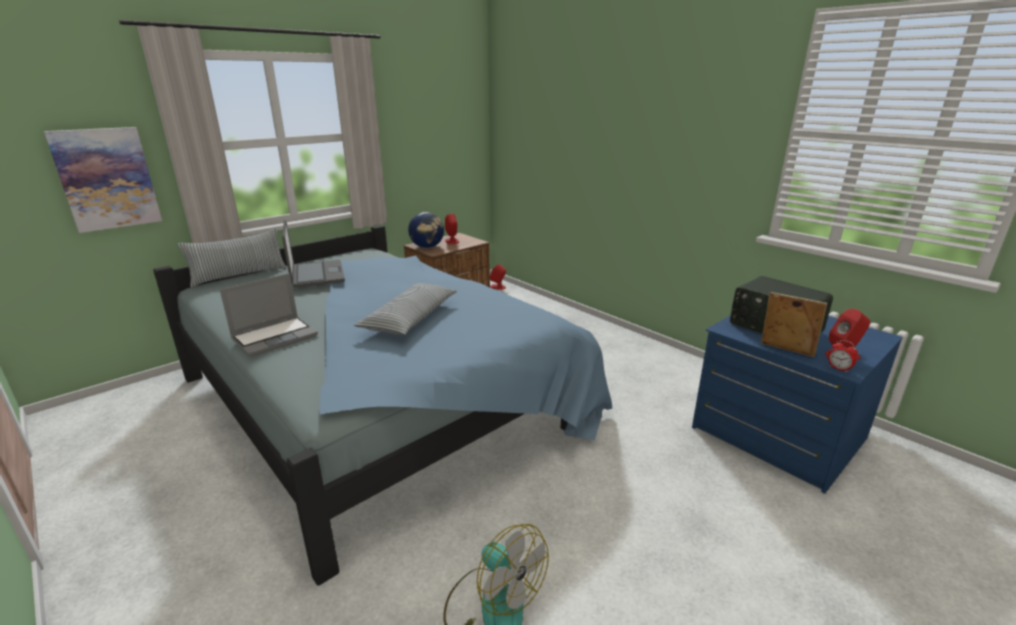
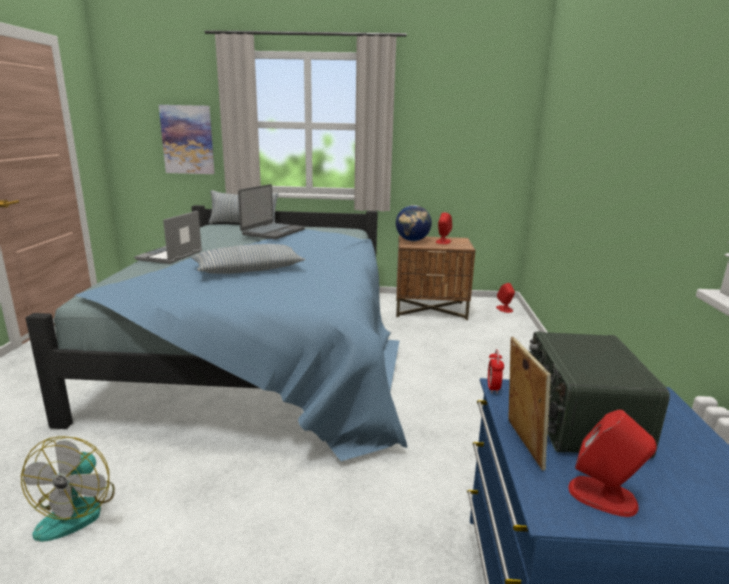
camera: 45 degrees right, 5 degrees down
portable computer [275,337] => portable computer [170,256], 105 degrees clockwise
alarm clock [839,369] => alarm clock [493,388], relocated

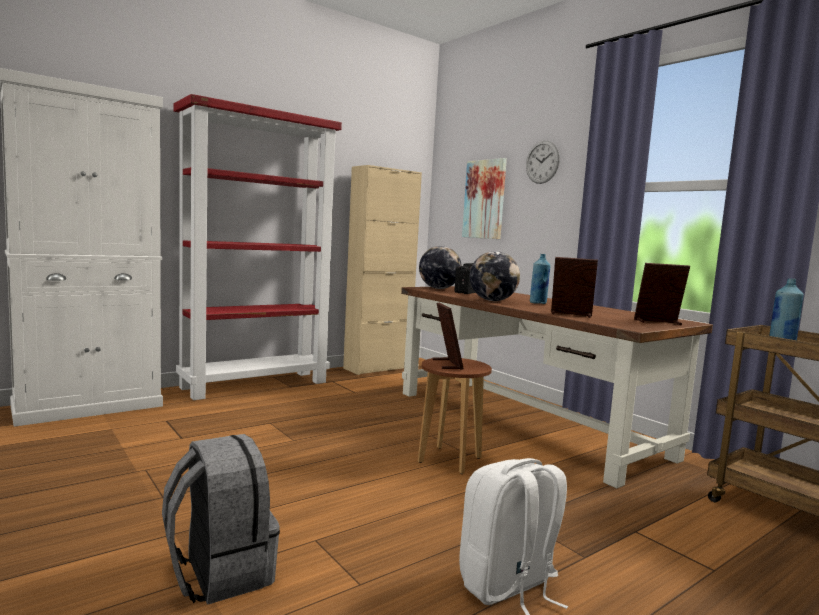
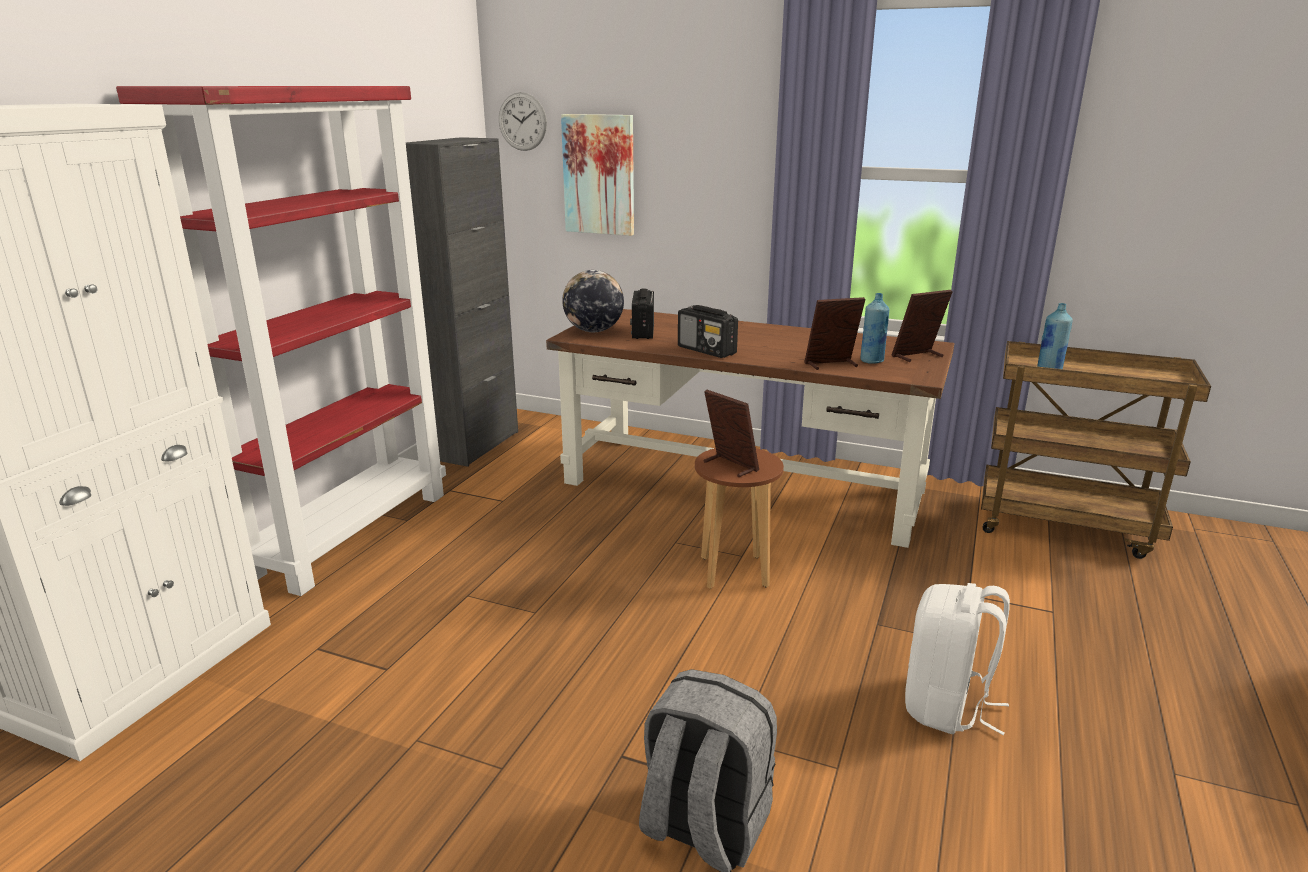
camera: 30 degrees left, 15 degrees up
sand-coloured cupboard [377,368] => black-coloured cupboard [476,445]
wall clock [542,162] => wall clock [522,121], relocated
world globe [492,300] => radio receiver [707,350]
blue-coloured drink bottle [538,303] => blue-coloured drink bottle [872,361], relocated

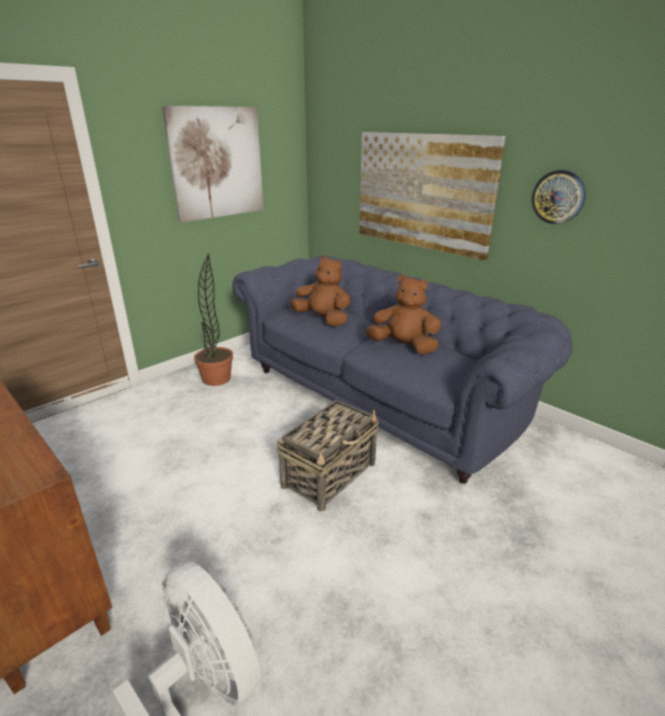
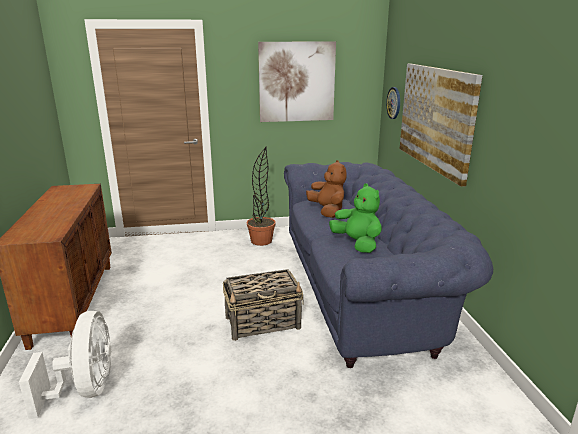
camera: 35 degrees right, 5 degrees down
brown-coloured plush toy [404,347] => green plush toy [357,244]
wall clock [558,197] => wall clock [394,103], relocated

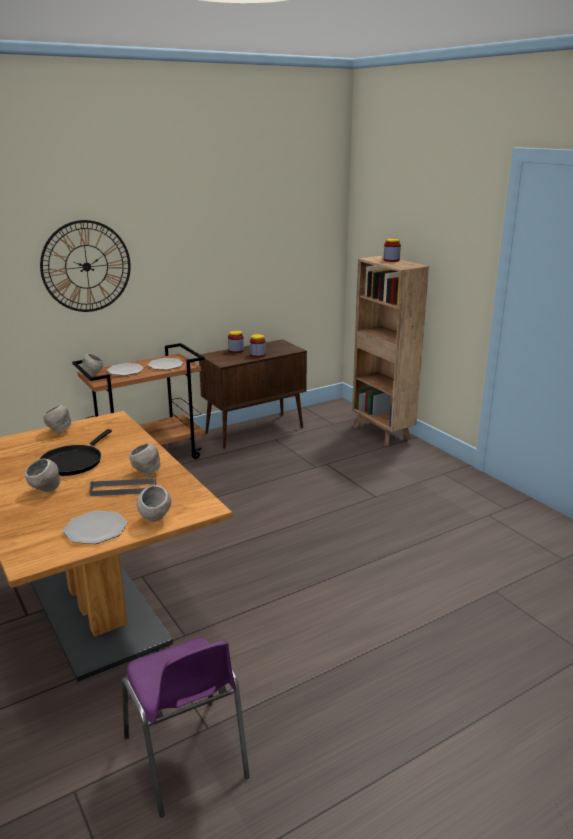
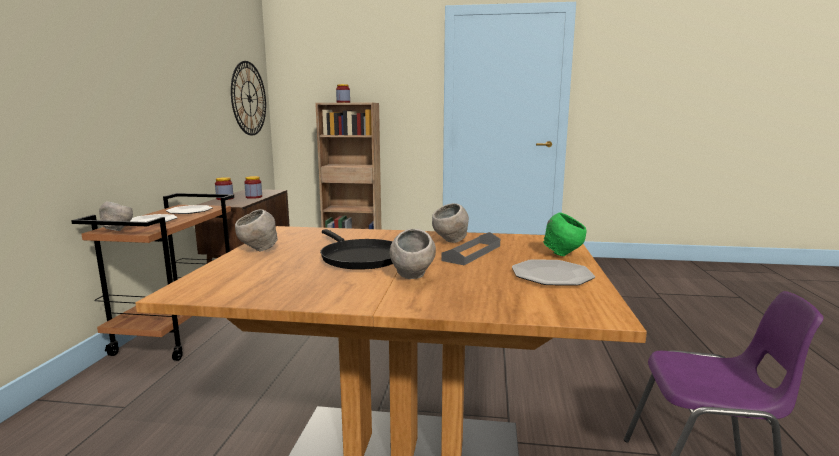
camera: 50 degrees left, 10 degrees down
wall clock [86,266] => wall clock [249,98], relocated
grey deep dish [155,520] => green deep dish [563,255]

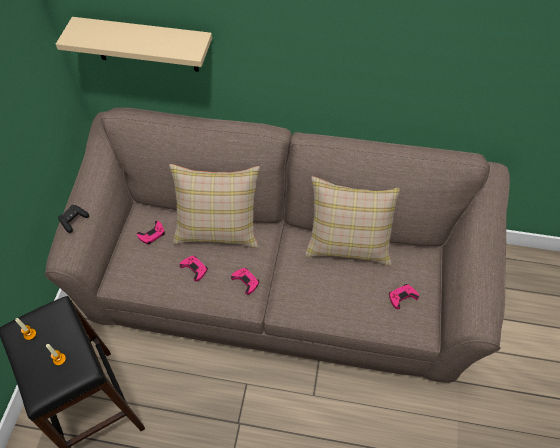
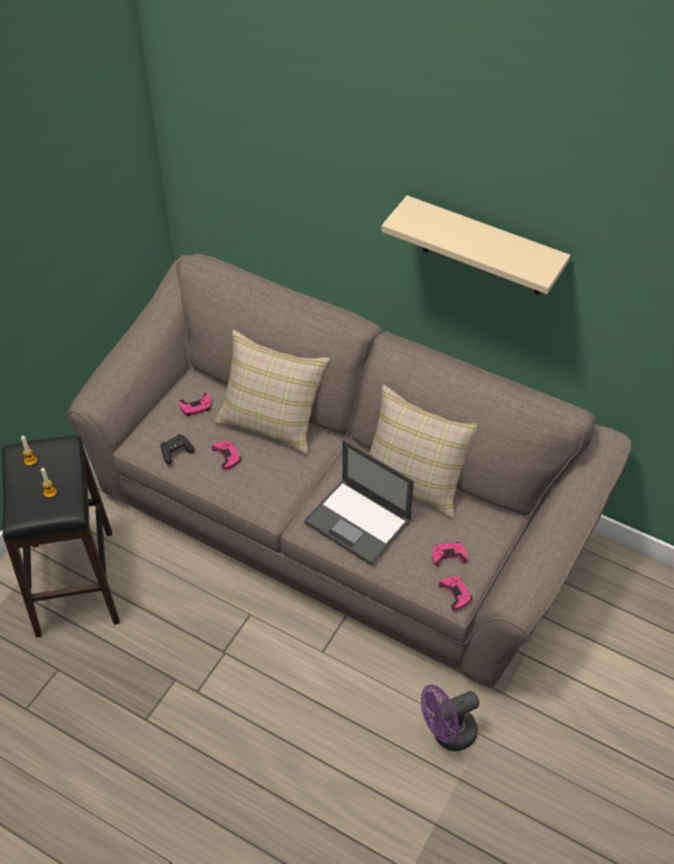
camera: 20 degrees right, 5 degrees down
black-coloured gamepad [74,220] => black-coloured gamepad [176,452], relocated
nothing => portable computer [359,522]
sand-coloured shelf [145,45] => sand-coloured shelf [483,247], relocated
nothing => purple electric fan [447,734]
pink-coloured gamepad [246,281] => pink-coloured gamepad [455,594], relocated

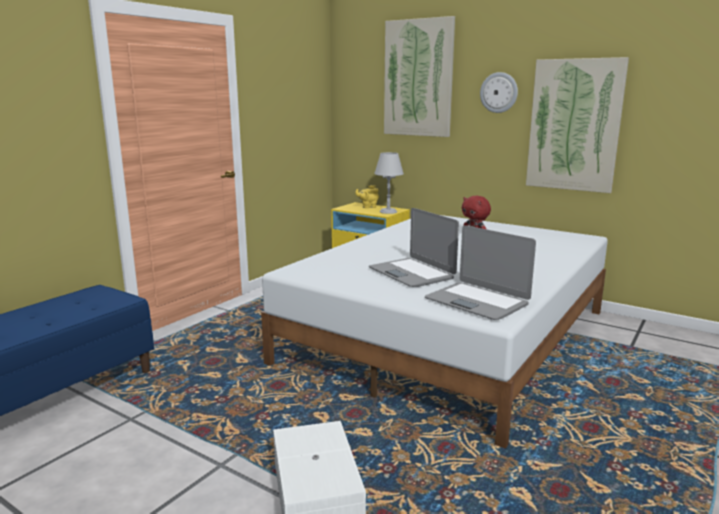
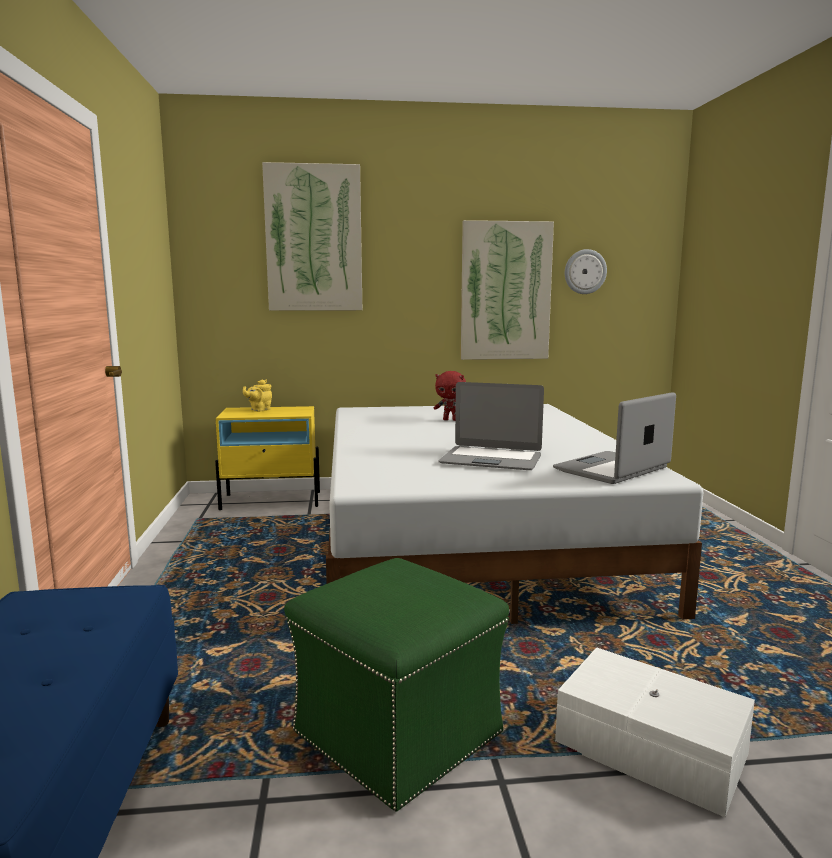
camera: 40 degrees left, 5 degrees down
nothing => green footrest [396,732]
portable computer [477,302] => portable computer [612,469], 135 degrees clockwise
wall clock [499,92] => wall clock [585,271], relocated
grey table lamp [388,212] => nothing

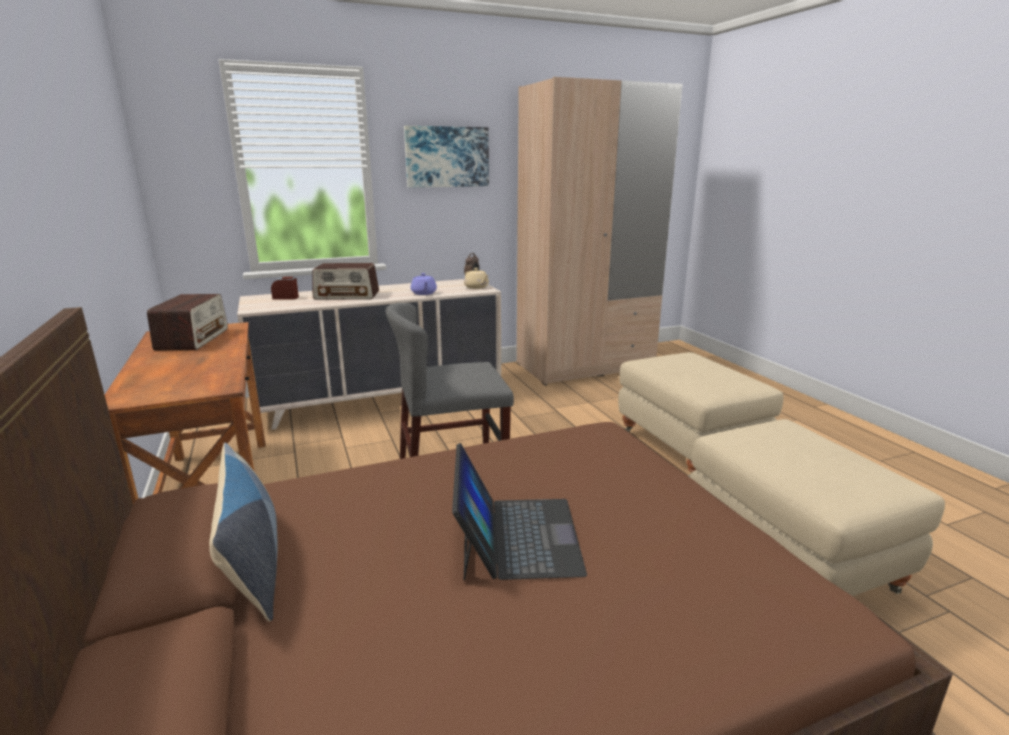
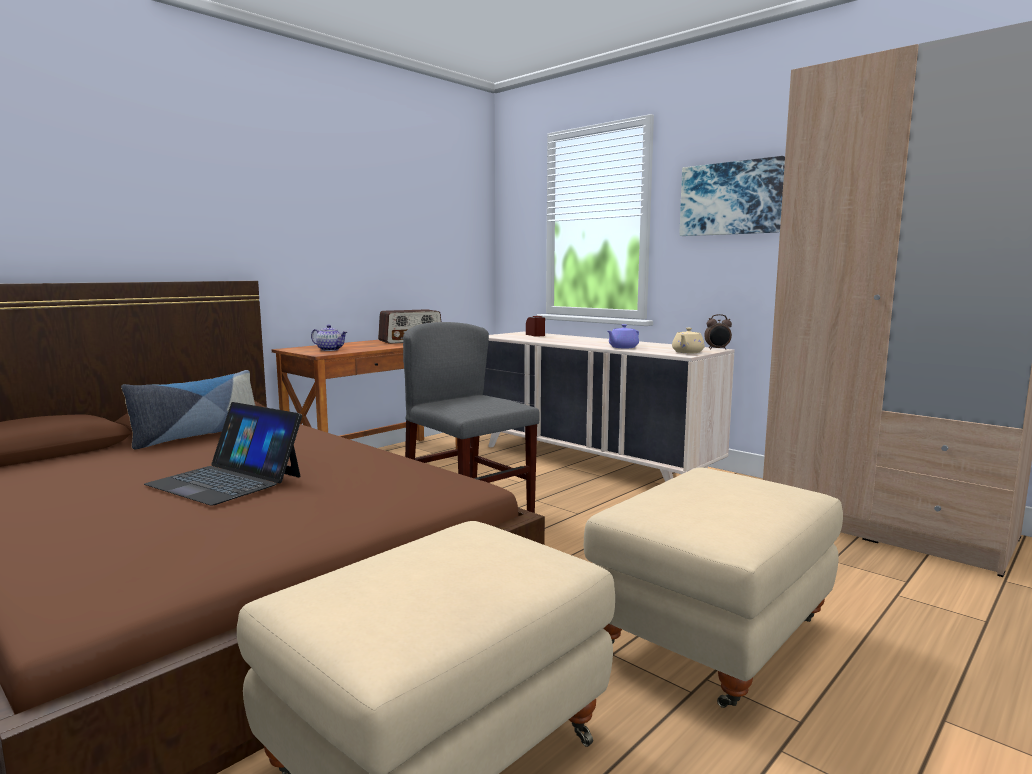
camera: 65 degrees right, 10 degrees down
portable computer [516,536] => portable computer [226,480], 60 degrees clockwise
nothing => pot for tea [330,349]
radio receiver [347,296] => nothing

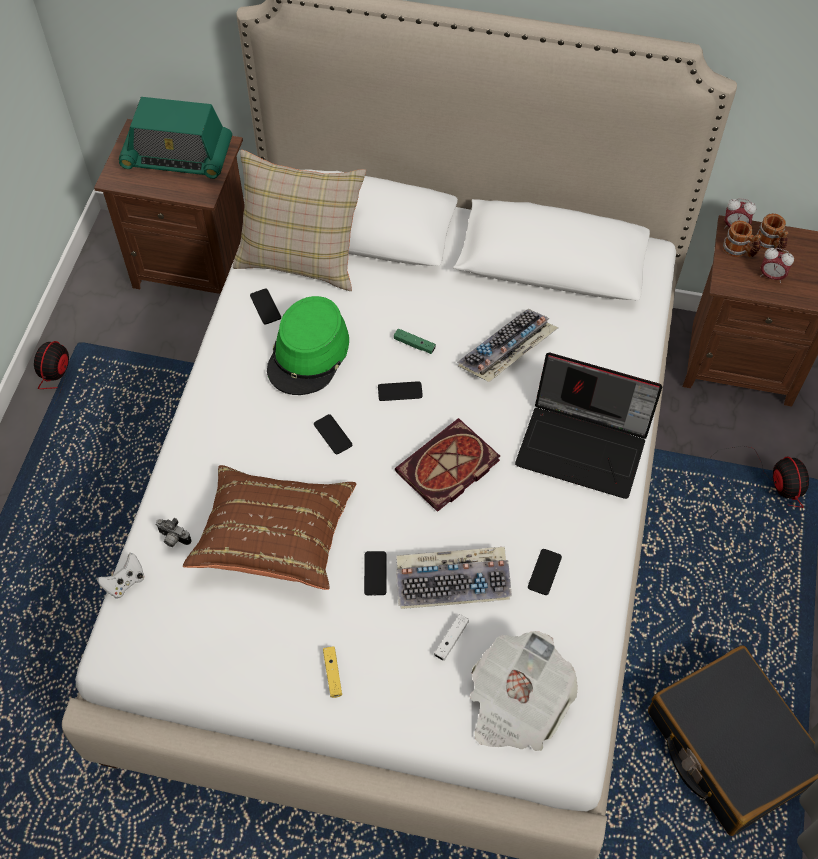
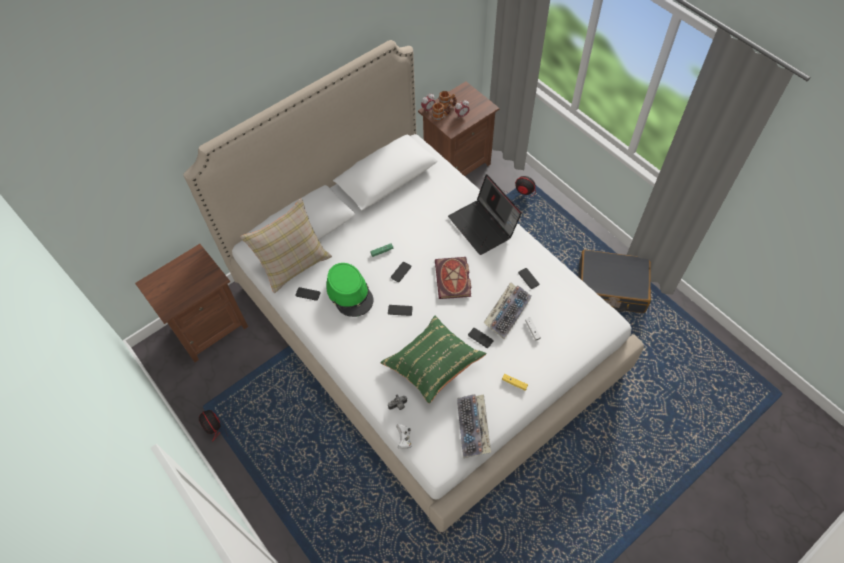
camera: 50 degrees left, 0 degrees up
brown-coloured cushion [275,538] => green cushion [433,365]
portable computer [585,445] => portable computer [483,226], 90 degrees clockwise
computer keyboard [506,353] => computer keyboard [473,428], relocated
radio receiver [177,156] => nothing
printed paper [516,704] => nothing

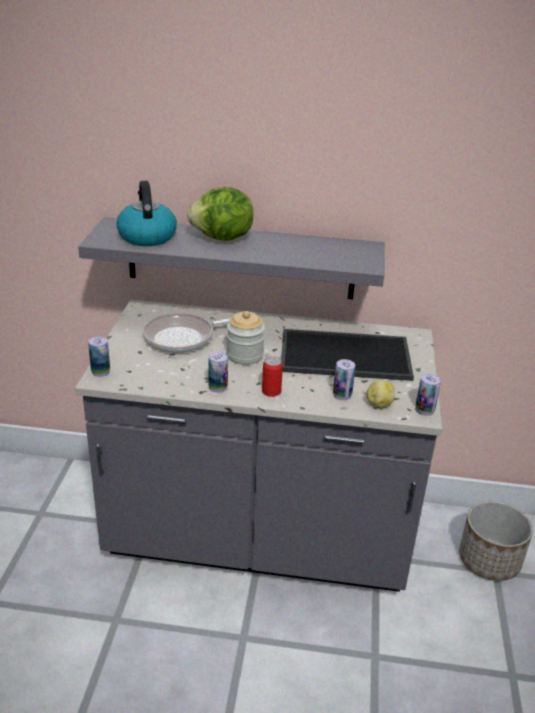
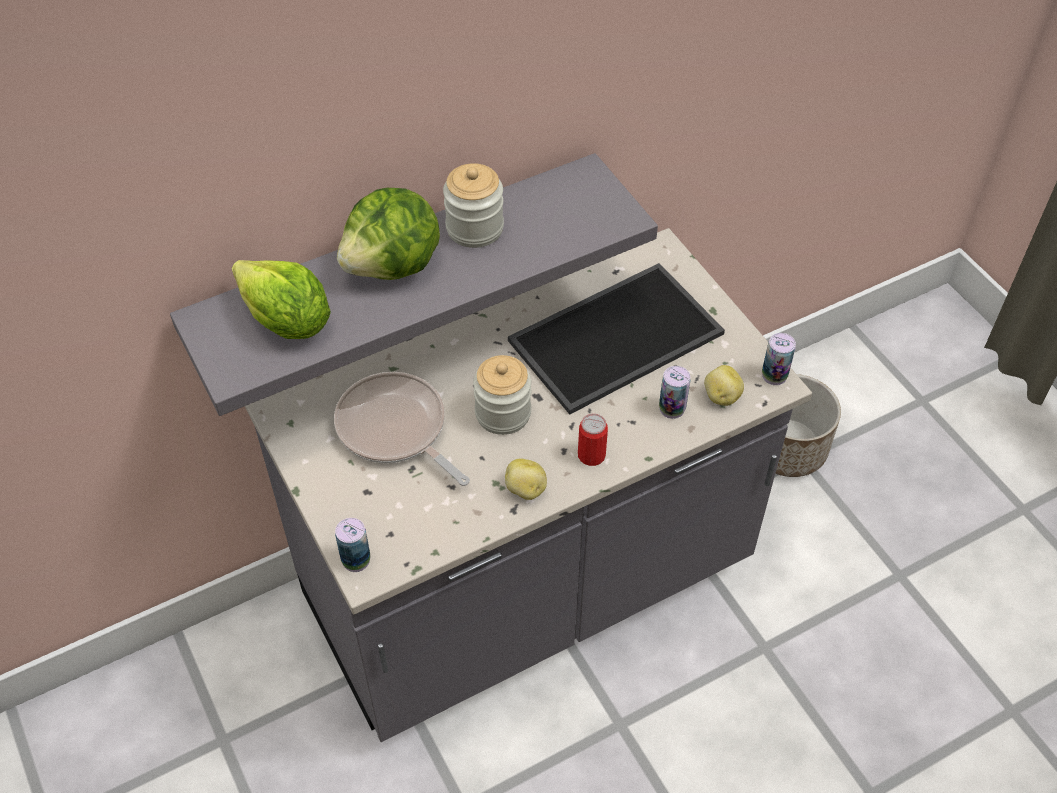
camera: 35 degrees left, 20 degrees up
water kettle [147,236] => head of lettuce [287,322]
pan [183,338] => pan [395,430], 105 degrees clockwise
nothing => jar [474,228]
sealed can [218,387] => whole potato [525,490]

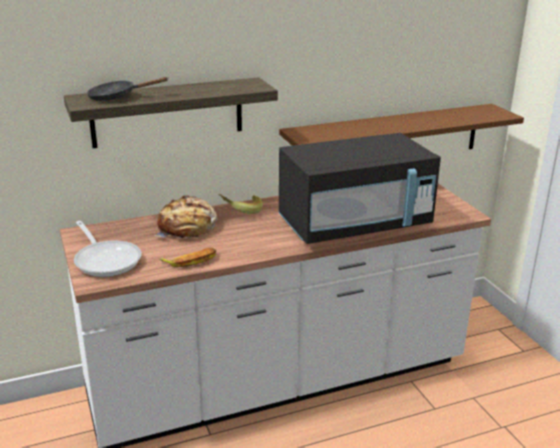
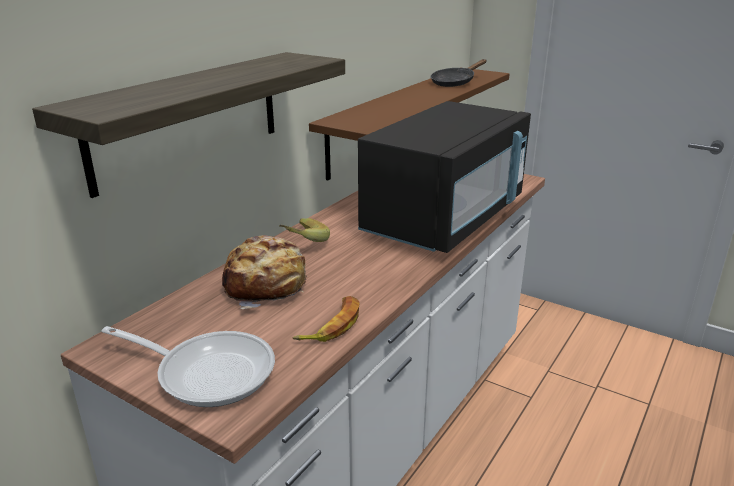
camera: 35 degrees left, 0 degrees up
black-coloured pan [117,97] => black-coloured pan [455,83], relocated

